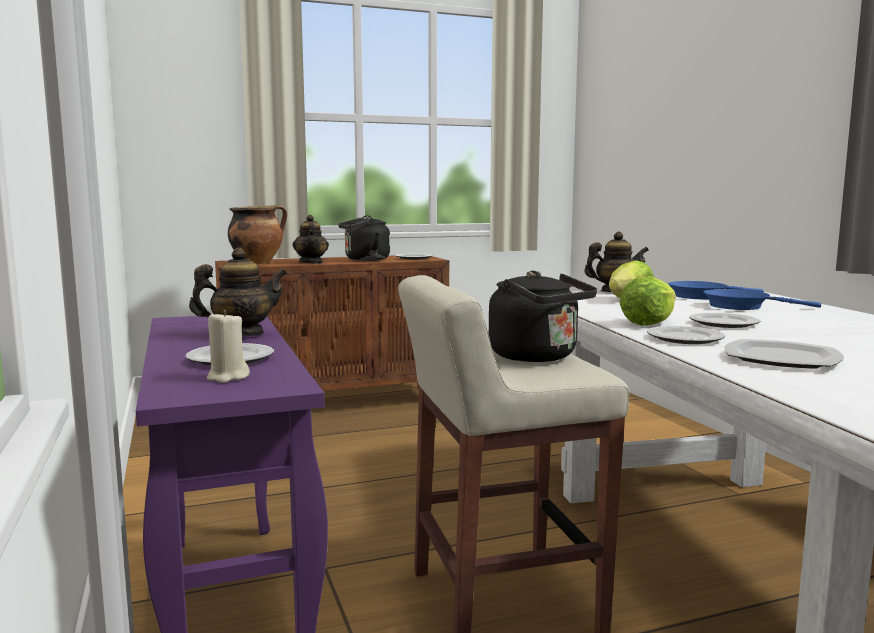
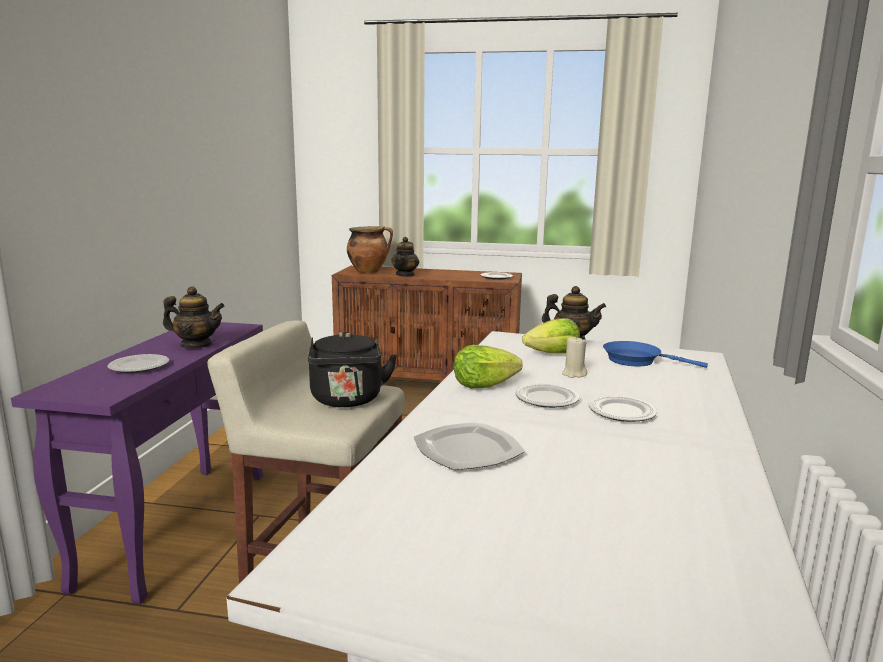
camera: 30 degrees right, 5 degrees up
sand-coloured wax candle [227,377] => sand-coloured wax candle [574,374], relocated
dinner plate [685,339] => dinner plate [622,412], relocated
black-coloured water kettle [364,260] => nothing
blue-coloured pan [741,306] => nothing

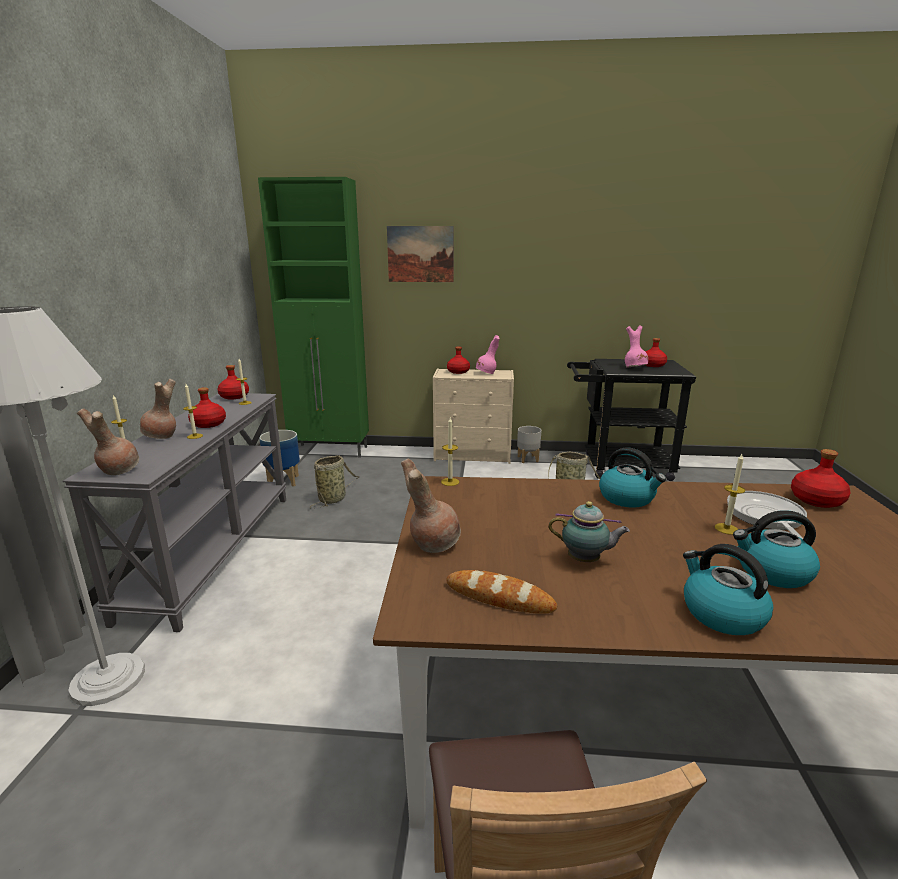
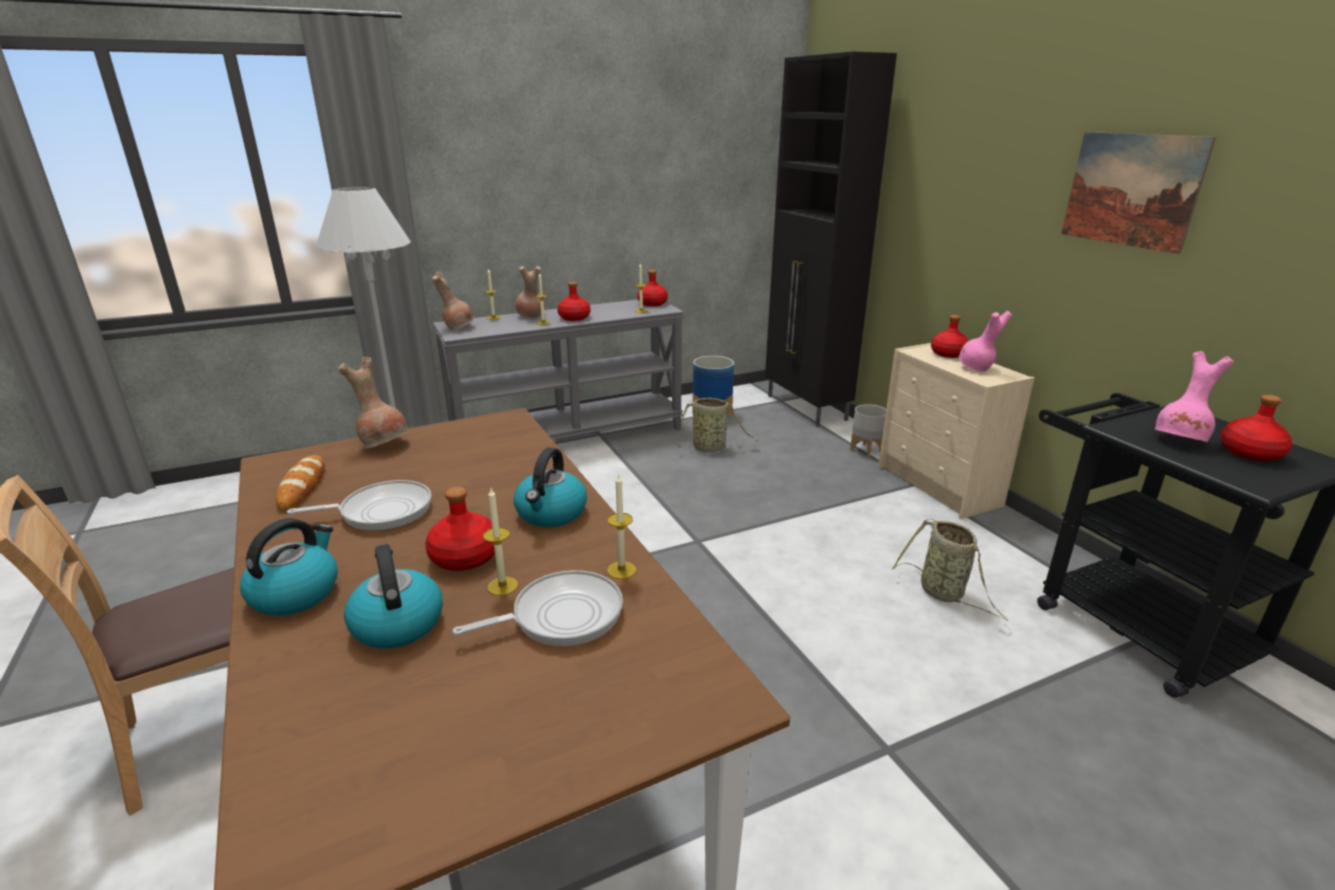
camera: 60 degrees right, 5 degrees up
pot for tea [586,560] => pan [381,511]
red-coloured drink bottle [816,500] => red-coloured drink bottle [465,556], relocated
wax candle [450,482] => wax candle [621,570], relocated
green cupboard [331,451] => black-coloured cupboard [806,408]
grey plant pot [527,459] => grey plant pot [866,450], relocated
picture [420,254] => picture [1131,190], relocated

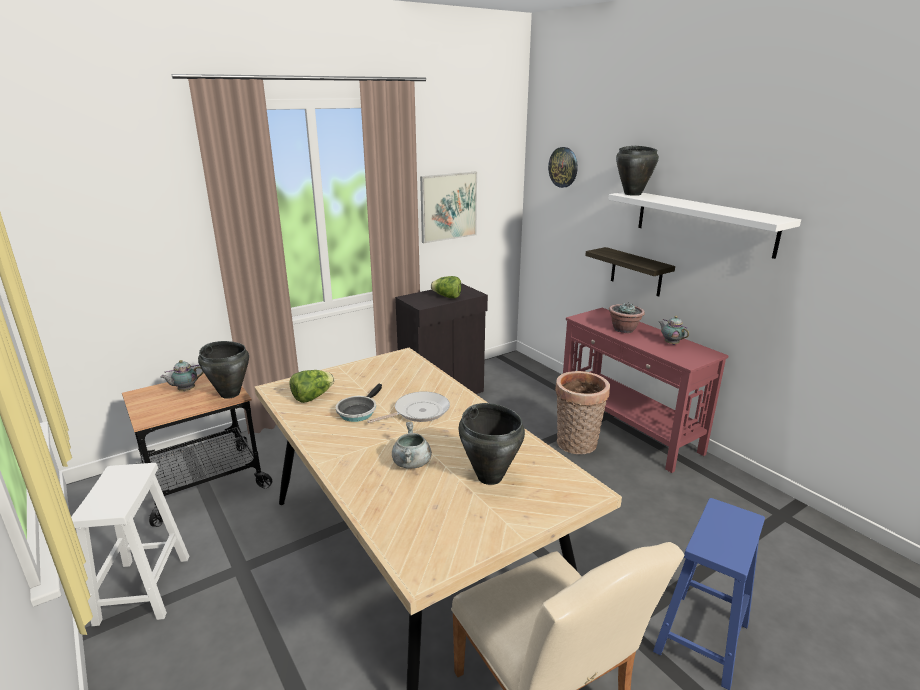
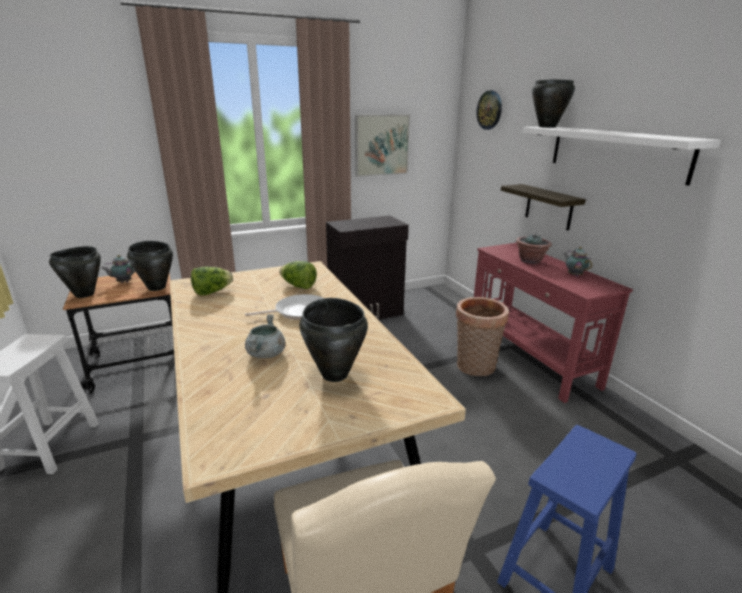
camera: 10 degrees right, 0 degrees up
nothing => black-coloured stockpot [84,294]
head of lettuce [447,297] => head of lettuce [298,286], relocated
pan [358,411] => nothing

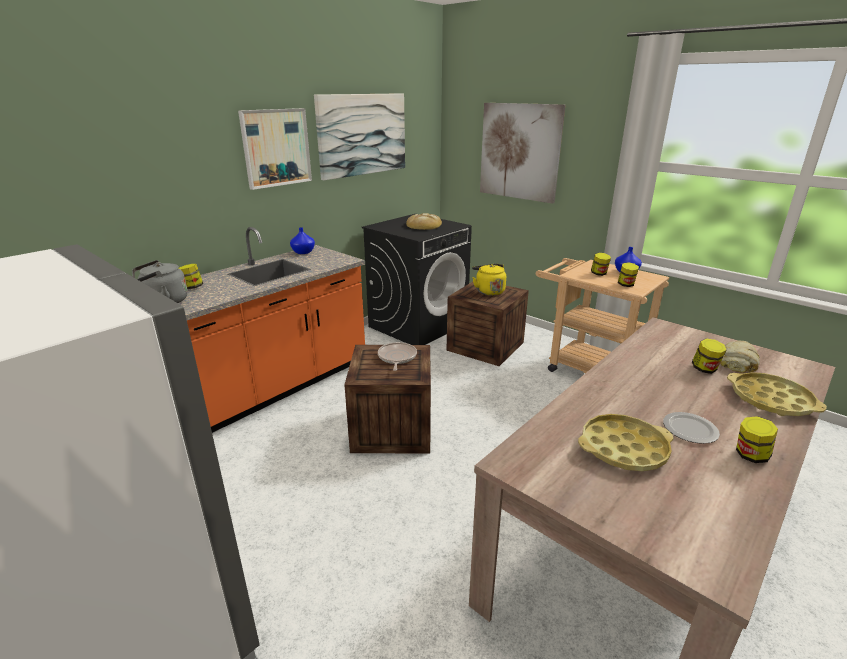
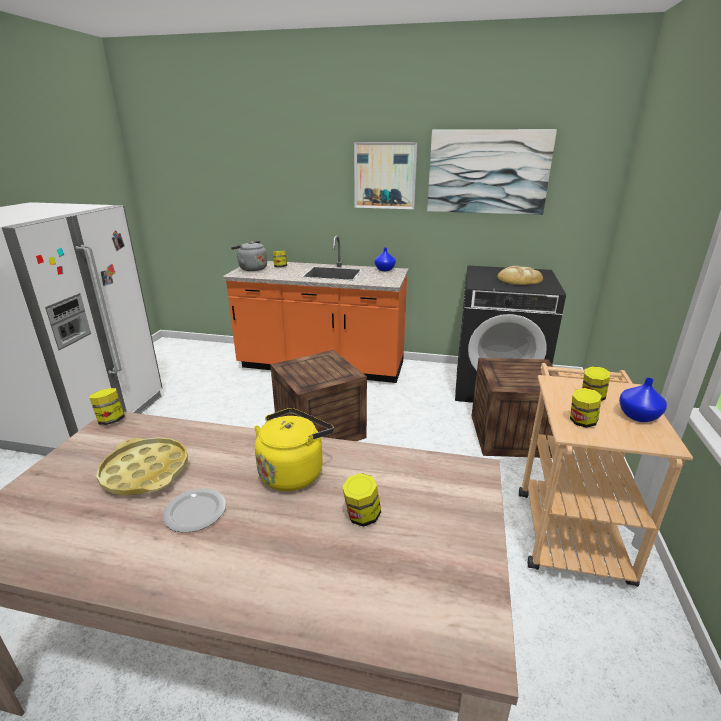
camera: 60 degrees right, 0 degrees up
jar [750,455] => jar [111,420], relocated
yellowish water kettle [488,291] => yellowish water kettle [293,472], relocated
pan [397,358] => nothing
picture [519,152] => nothing
bakery bread [737,361] => nothing
yellowish tray [771,400] => nothing

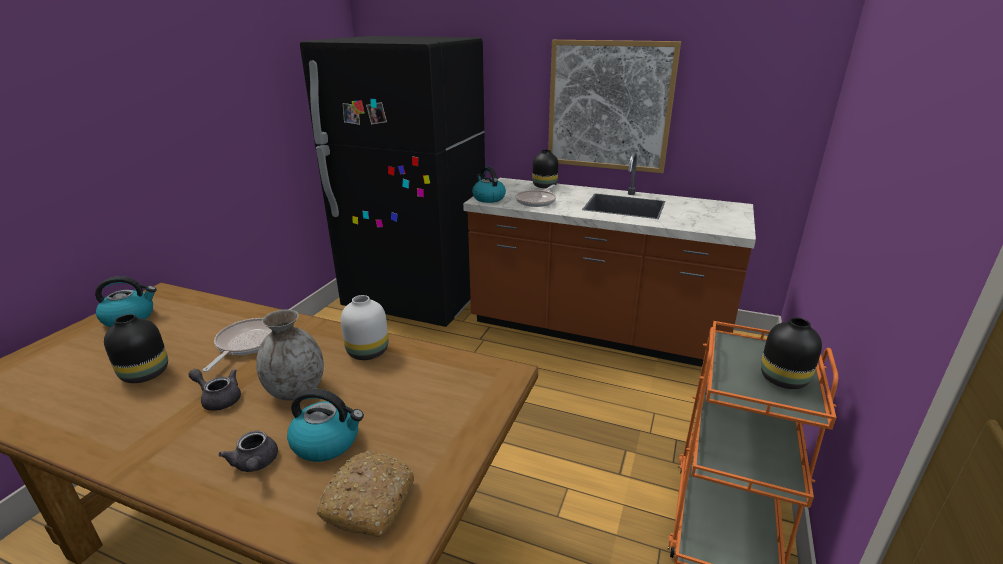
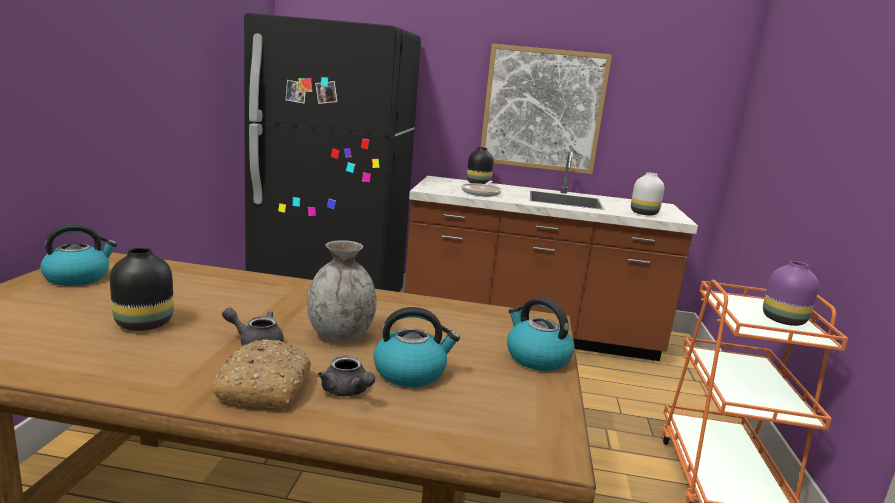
camera: 15 degrees left, 10 degrees down
bakery bread [369,500] => bakery bread [264,387], relocated
water kettle [488,198] => water kettle [536,358], relocated
whitish vase [368,352] => whitish vase [644,214], relocated
black-coloured vase [782,378] => purple vase [782,320]
pan [246,344] => nothing

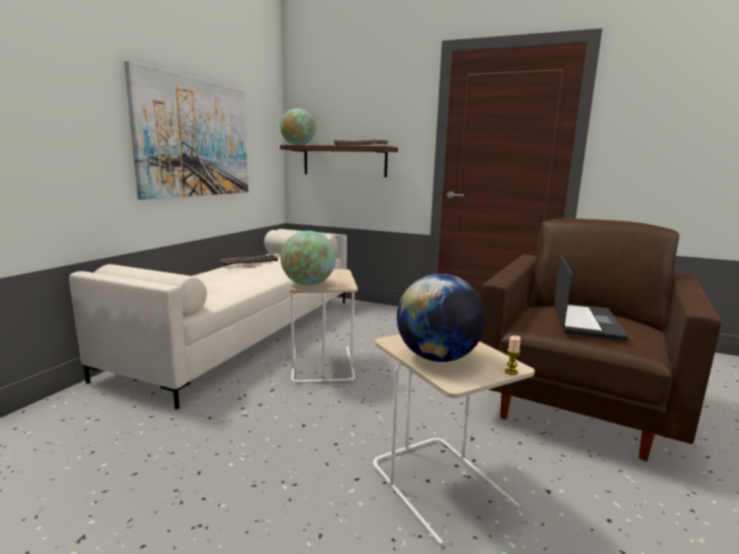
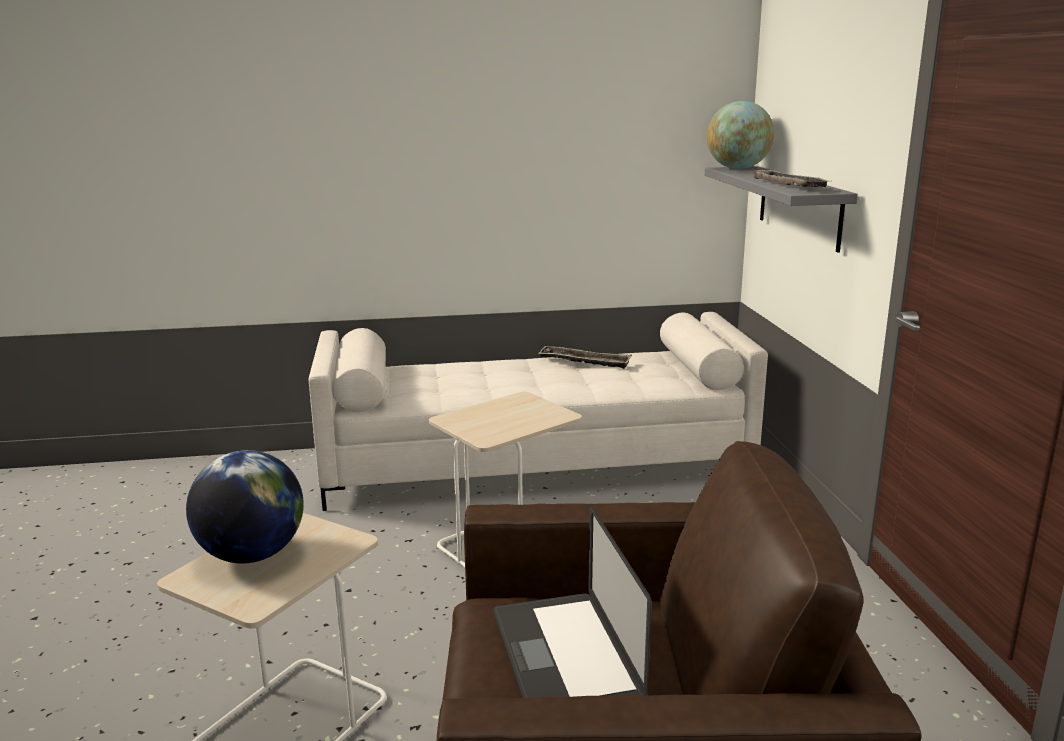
camera: 60 degrees right, 5 degrees up
portable computer [586,322] => portable computer [564,657], 90 degrees clockwise
brown-coloured shelf [344,161] => grey shelf [799,206]
picture [195,138] => nothing
world globe [308,284] => nothing
wax candle [511,372] => nothing

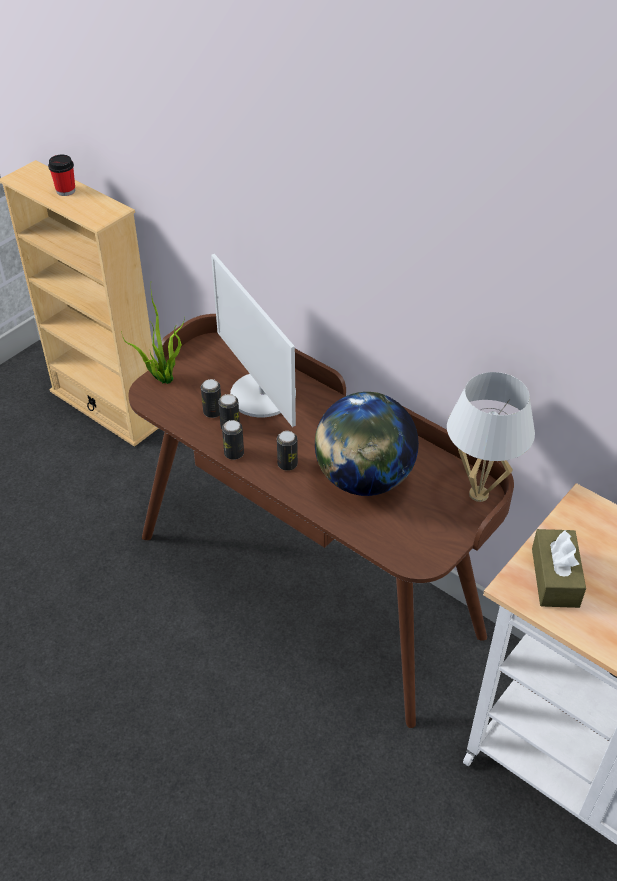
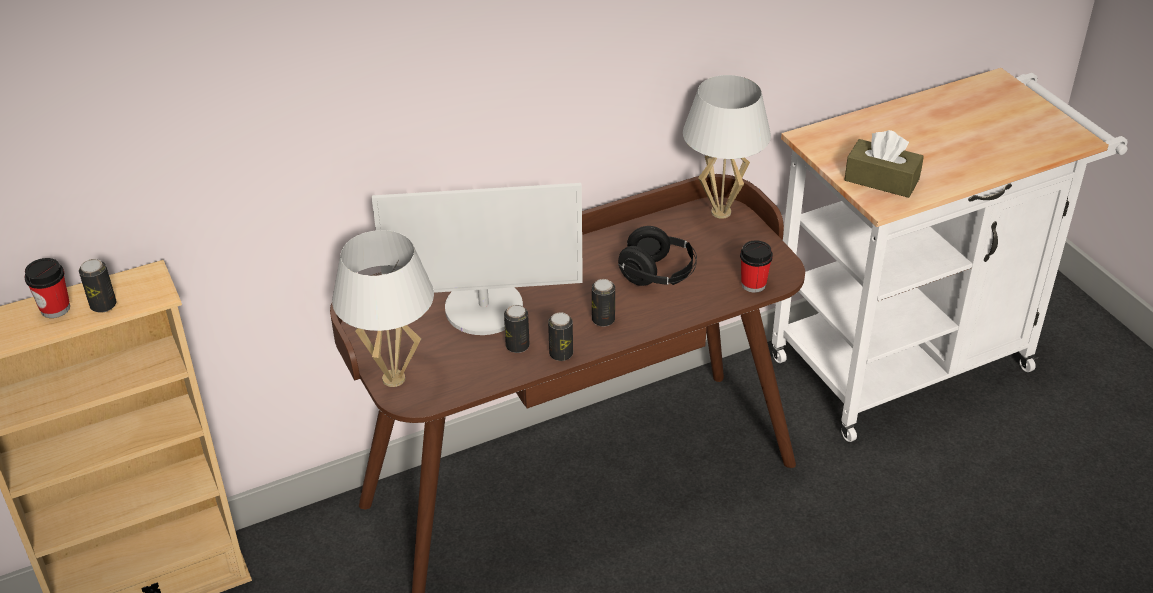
camera: 65 degrees left, 5 degrees down
sealed can [212,412] => sealed can [103,305], relocated
potted plant [163,378] => whitish table lamp [393,379]
world globe [363,479] => black-coloured pair of headphones [658,275]
nothing => cup [753,284]

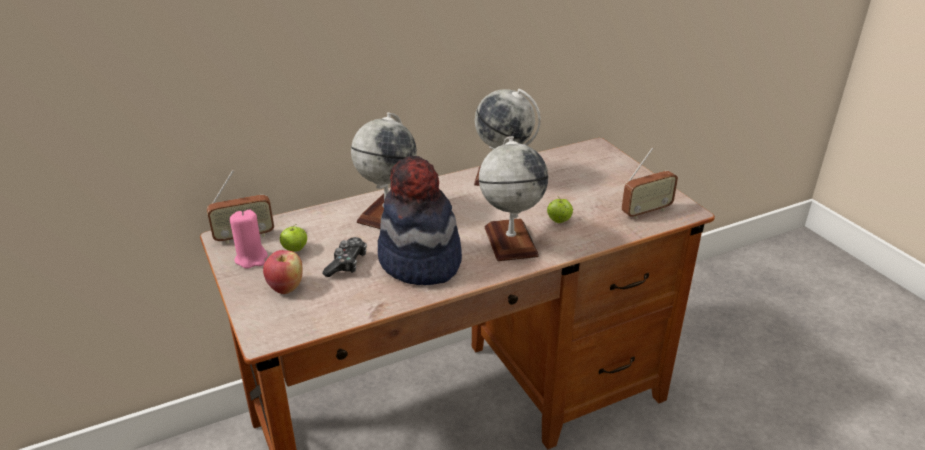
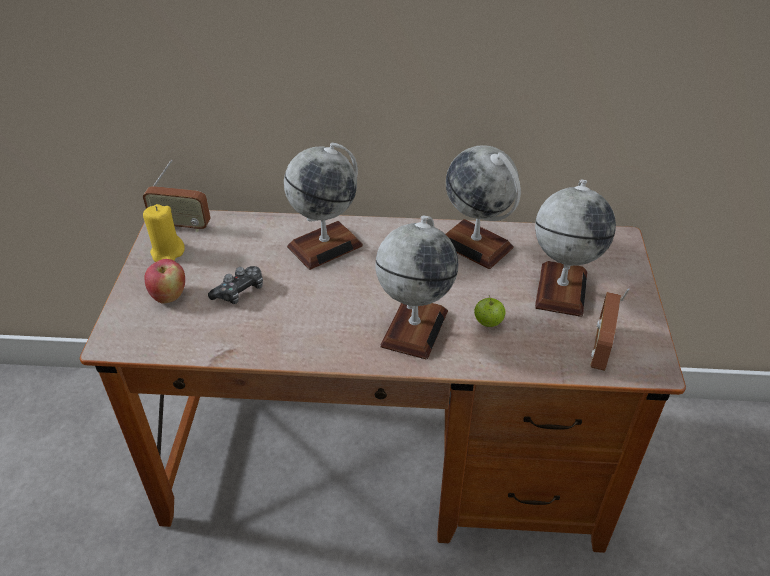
camera: 30 degrees right, 10 degrees up
pink-coloured wax candle [251,259] => yellowish wax candle [167,252]
nothing => world globe [561,289]
radio receiver [646,211] => radio receiver [601,350], 105 degrees clockwise
whole apple [295,249] => nothing
wearable hat [419,262] => nothing

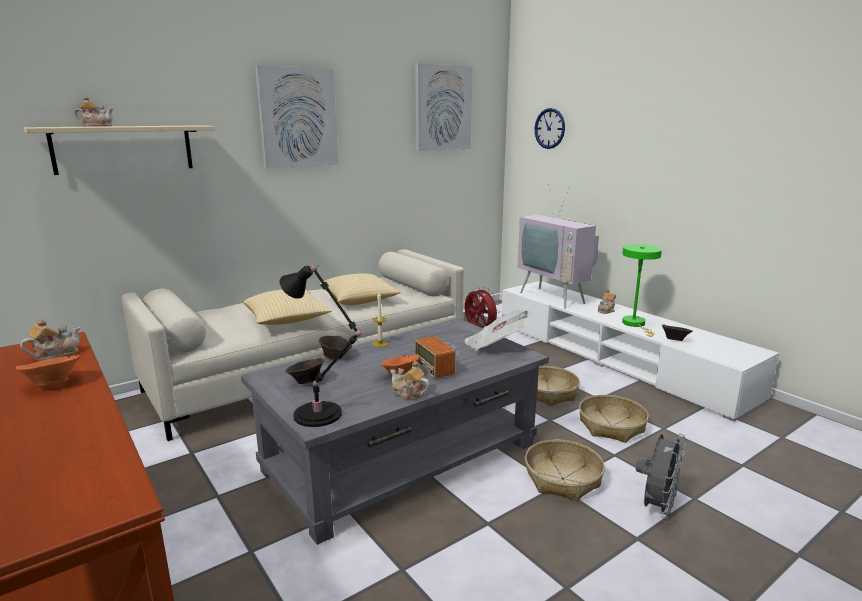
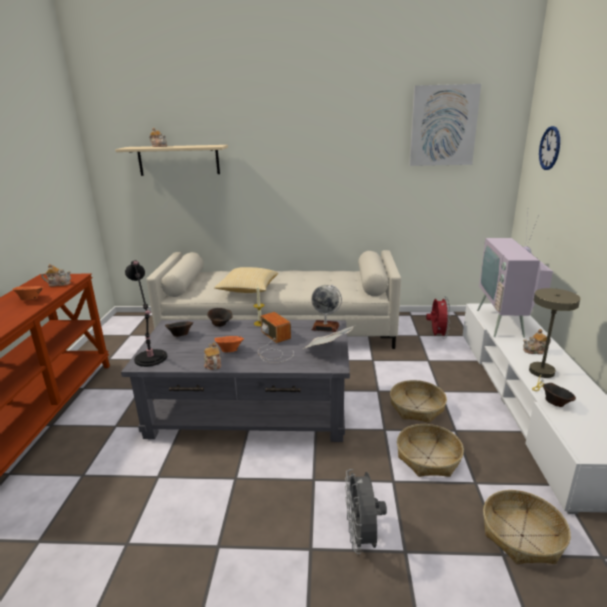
camera: 40 degrees right, 5 degrees up
radio receiver [438,358] => radio receiver [274,346], 135 degrees clockwise
nothing => world globe [325,327]
grey electric fan [656,507] => grey electric fan [362,538], 105 degrees clockwise
basket [563,479] => basket [522,536], relocated
green table lamp [635,324] => sand-coloured table lamp [541,374]
picture [298,117] => nothing
cushion [359,300] => nothing

